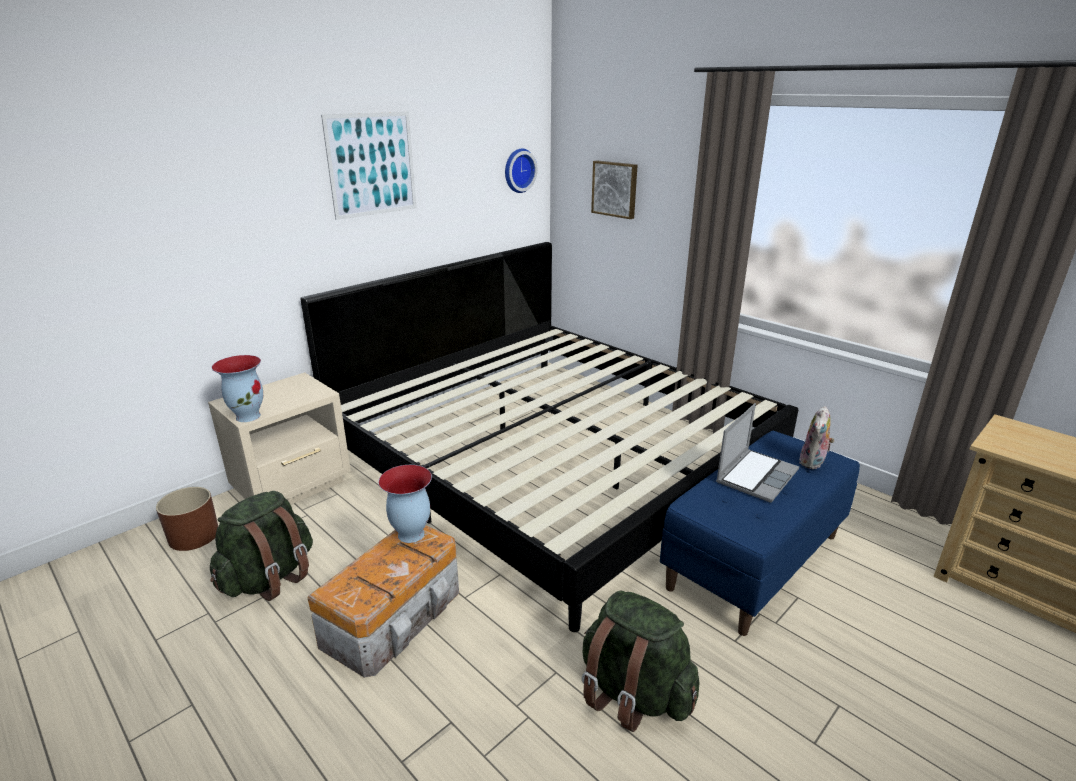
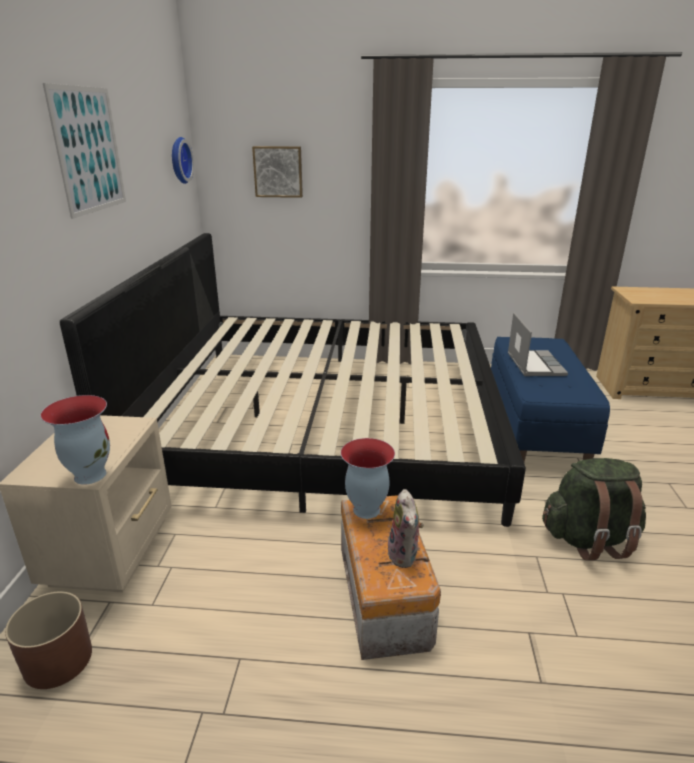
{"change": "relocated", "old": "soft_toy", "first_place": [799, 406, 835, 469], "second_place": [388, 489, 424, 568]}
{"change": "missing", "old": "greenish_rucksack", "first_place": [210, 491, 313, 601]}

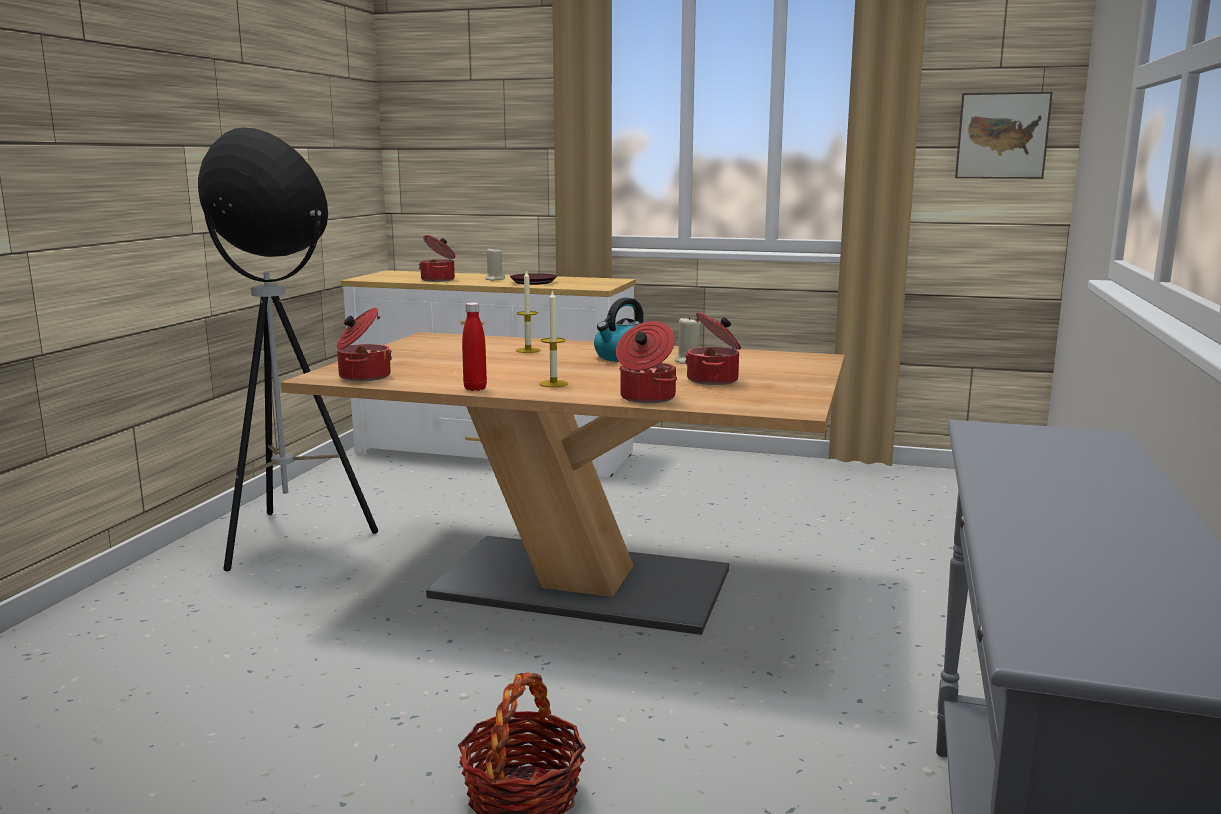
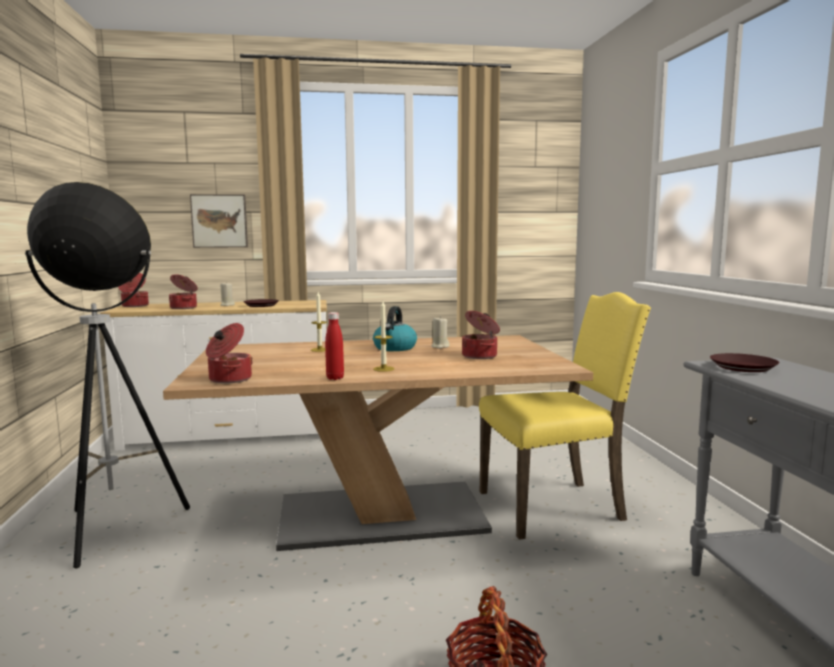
{"change": "relocated", "old": "picture", "first_place": [955, 91, 1053, 179], "second_place": [190, 194, 248, 248]}
{"change": "relocated", "old": "cooking_pot", "first_place": [616, 321, 677, 403], "second_place": [118, 273, 149, 307]}
{"change": "appeared", "new": "yellowish_chair", "second_place": [479, 292, 651, 540]}
{"change": "appeared", "new": "brownish_plate", "second_place": [710, 353, 779, 372]}

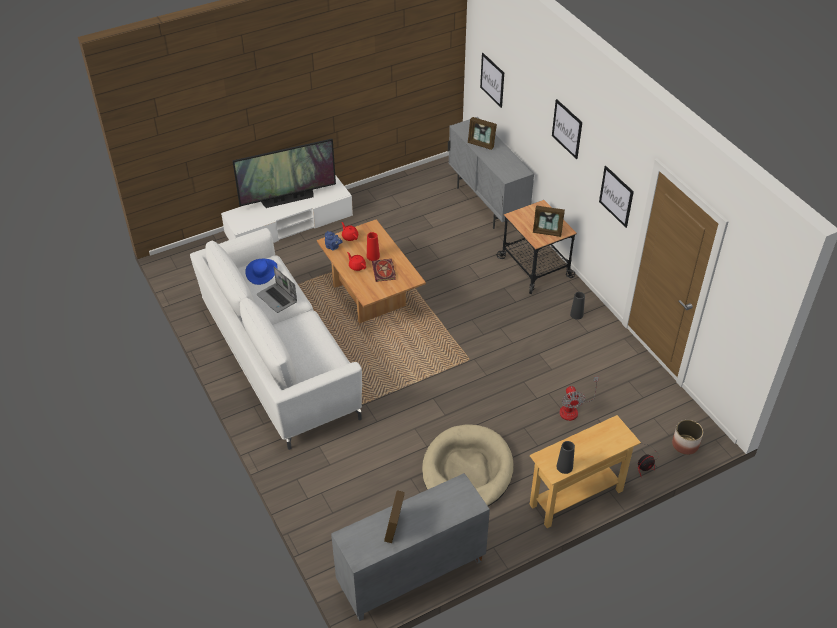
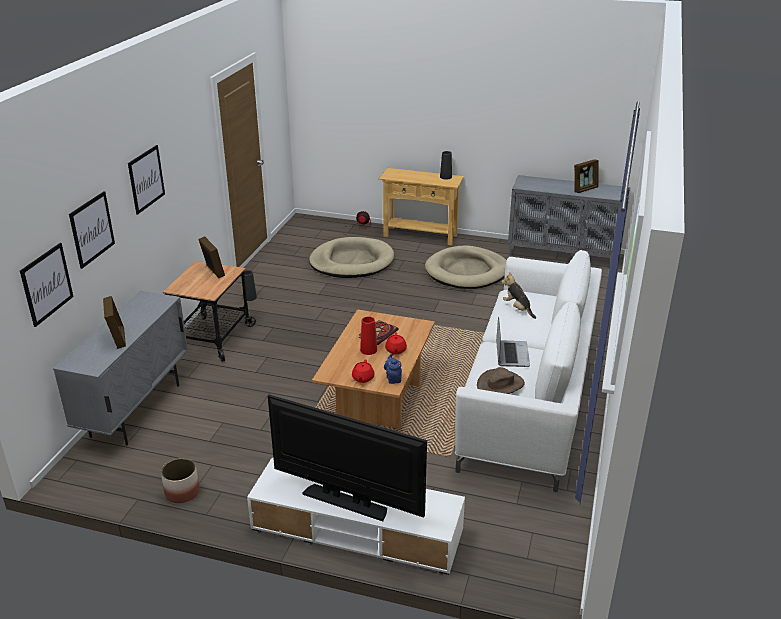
{"change": "relocated", "old": "picture", "first_place": [599, 166, 634, 228], "second_place": [69, 191, 115, 269]}
{"change": "colour", "old": "bluish_clothing_hat", "new": "brownish_clothing_hat", "first_place": [245, 259, 278, 285], "second_place": [477, 367, 525, 394]}
{"change": "exchanged", "old": "cooling_fan", "new": "sand-coloured_pet_bed", "first_place": [559, 376, 599, 421], "second_place": [309, 237, 394, 278]}
{"change": "relocated", "old": "flower_pot", "first_place": [672, 420, 703, 455], "second_place": [161, 458, 200, 503]}
{"change": "appeared", "new": "soft_toy", "second_place": [501, 272, 536, 319]}

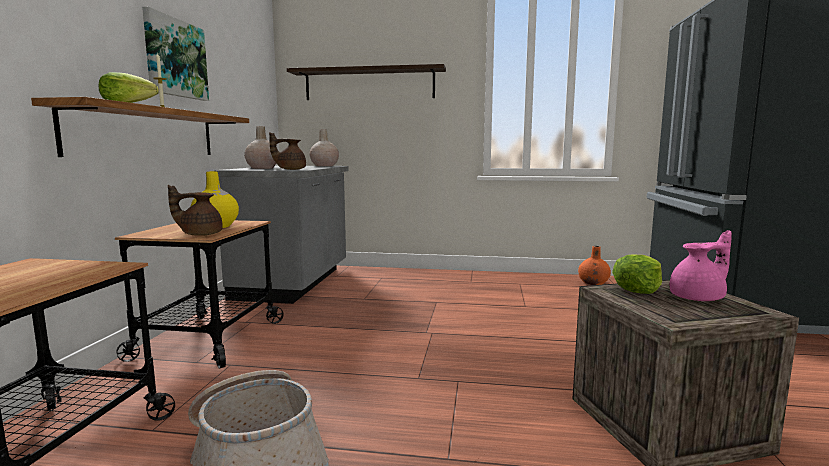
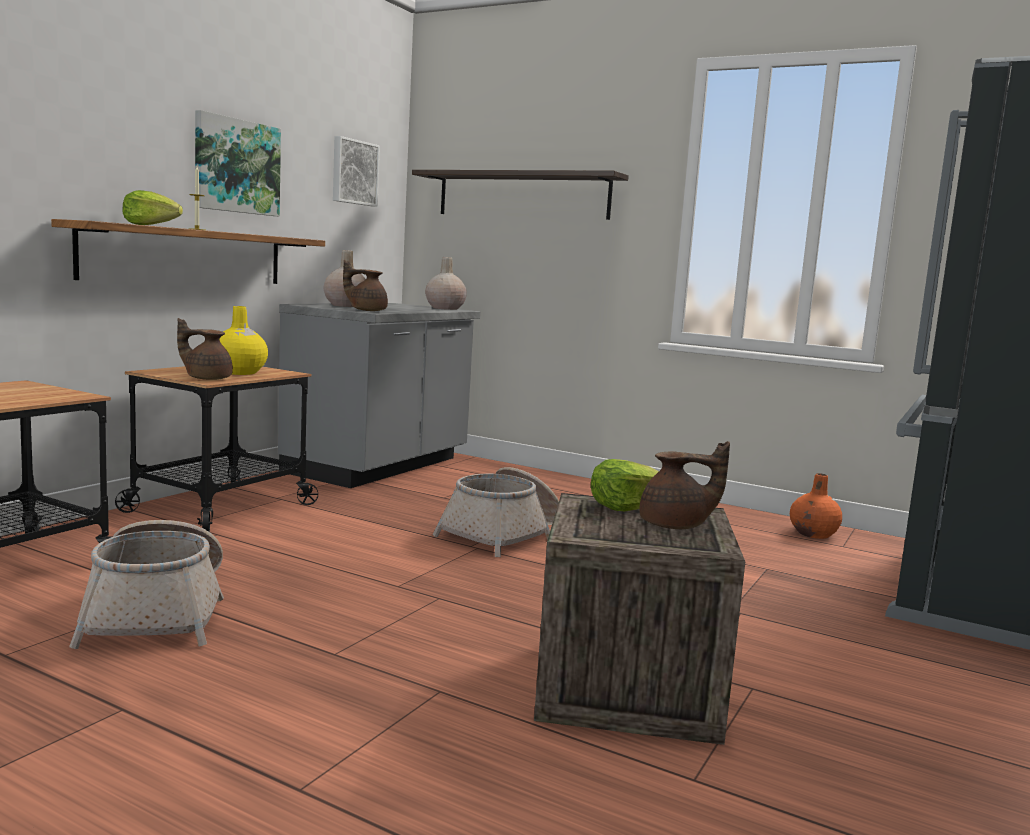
{"change": "colour", "old": "pink-coloured_tea_pot", "new": "brownish_tea_pot", "first_place": [670, 230, 732, 301], "second_place": [639, 441, 730, 529]}
{"change": "appeared", "new": "picture", "second_place": [333, 136, 380, 207]}
{"change": "appeared", "new": "household_basket", "second_place": [433, 467, 559, 557]}

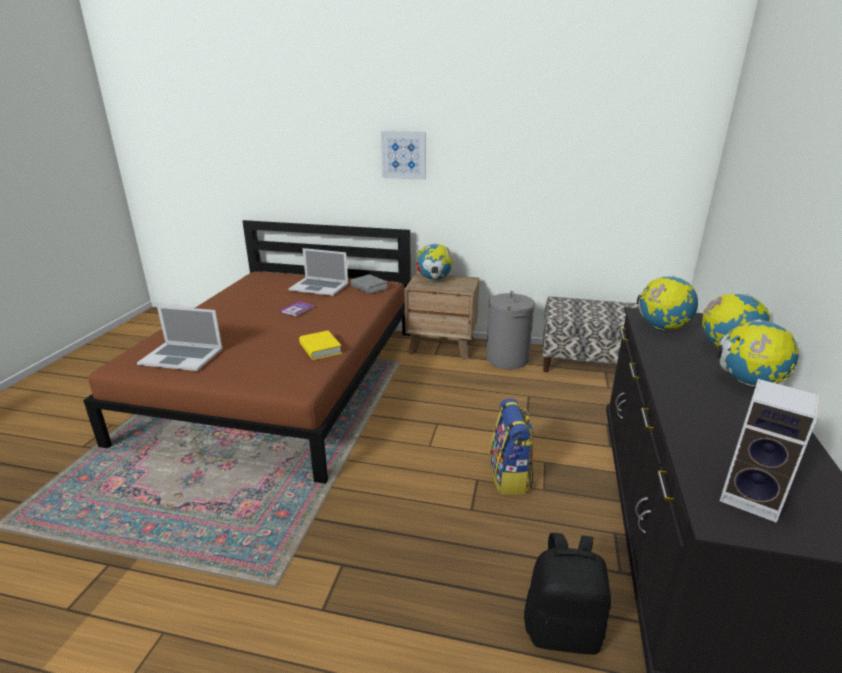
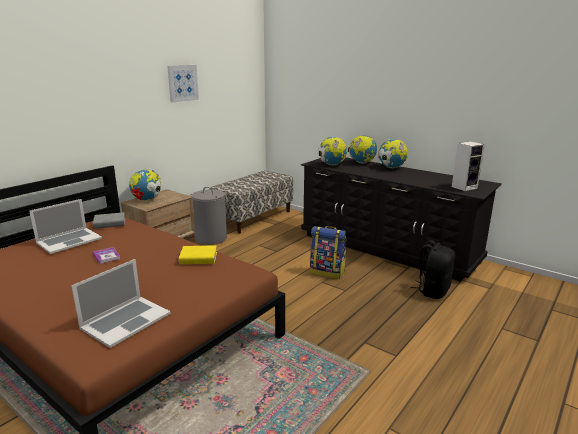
{"change": "relocated", "old": "picture", "first_place": [381, 131, 426, 180], "second_place": [167, 65, 199, 102]}

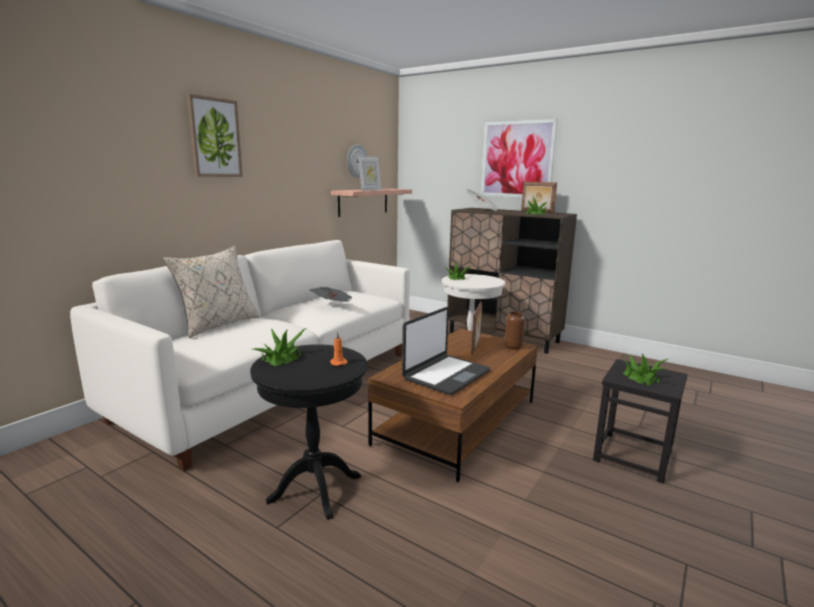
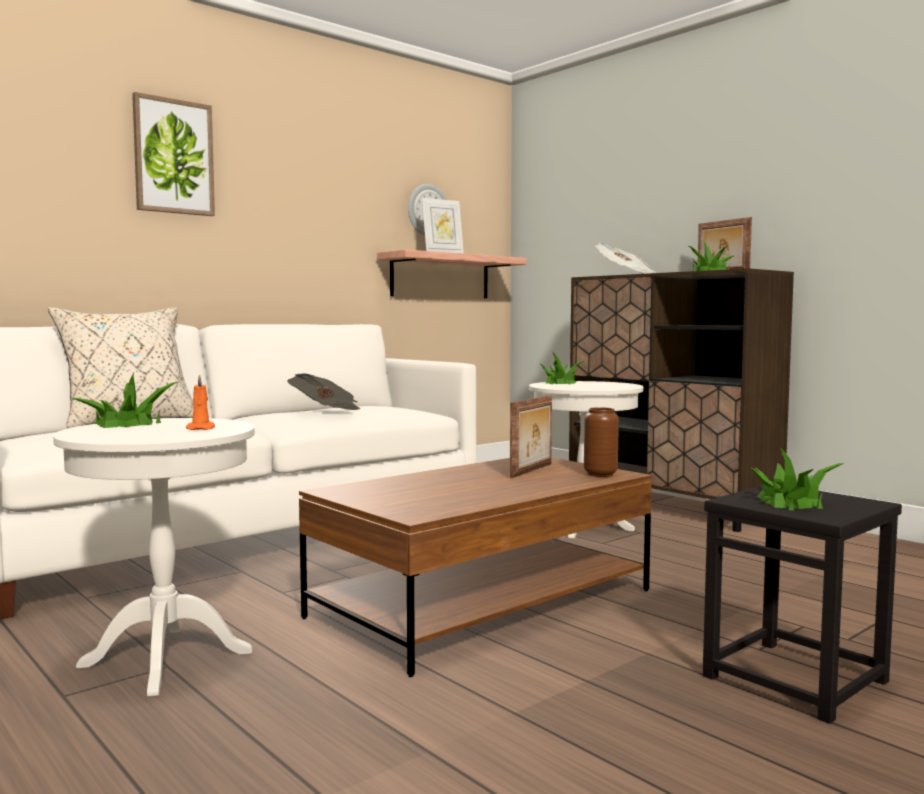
{"change": "missing", "old": "picture", "first_place": [481, 119, 557, 198]}
{"change": "missing", "old": "portable_computer", "first_place": [402, 307, 491, 395]}
{"change": "colour", "old": "blackish_end_table", "new": "white-coloured_end_table", "first_place": [250, 344, 367, 520], "second_place": [53, 418, 254, 697]}

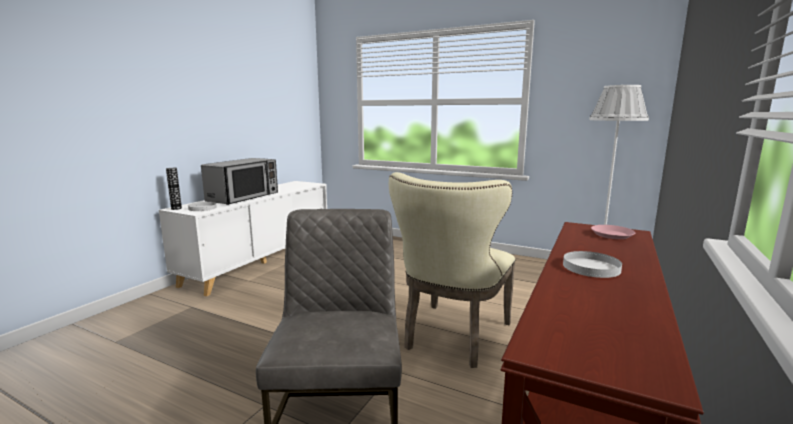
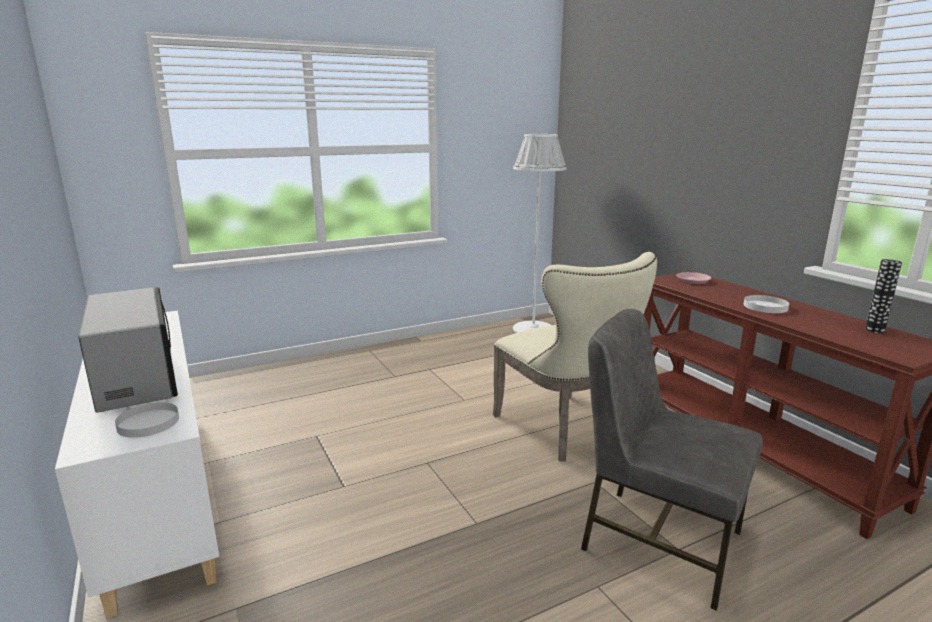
{"change": "relocated", "old": "vase", "first_place": [166, 168, 182, 210], "second_place": [865, 259, 902, 333]}

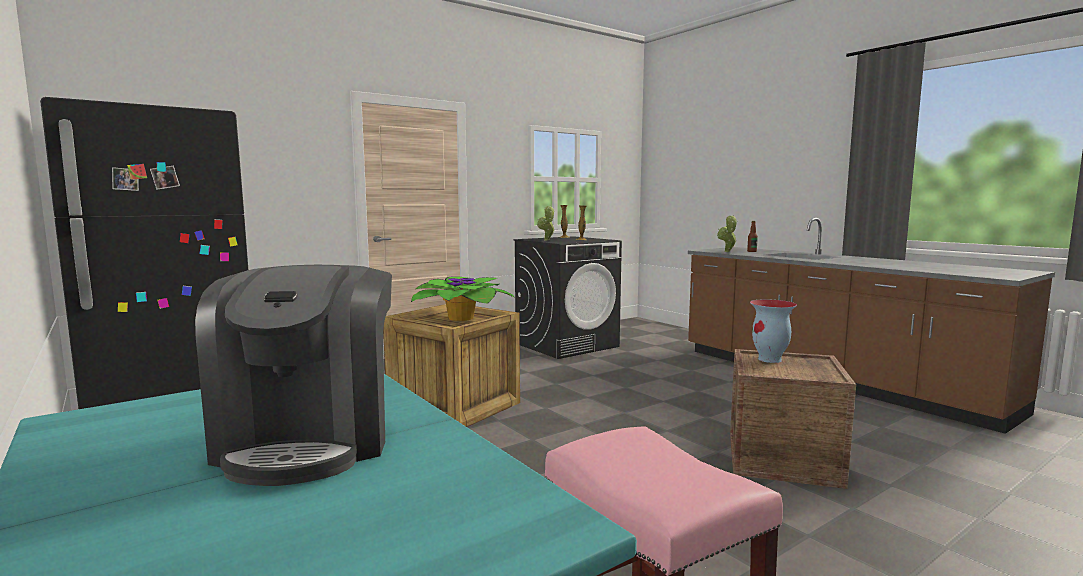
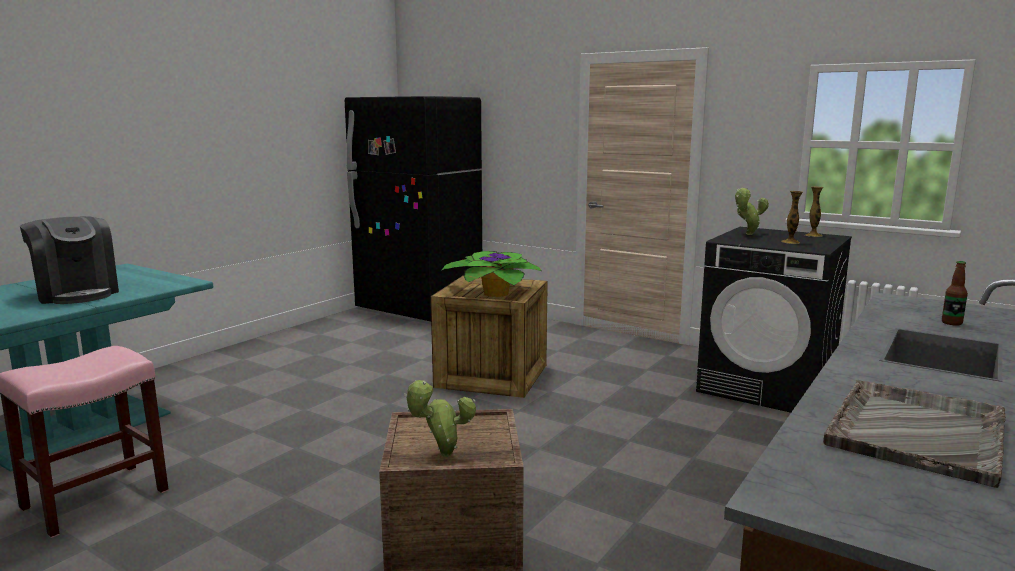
{"change": "relocated", "old": "potted_plant", "first_place": [717, 215, 737, 252], "second_place": [404, 380, 476, 457]}
{"change": "spun", "old": "coffee_brewer", "first_place": [195, 265, 392, 486], "second_place": [20, 216, 119, 304], "degrees": -105}
{"change": "missing", "old": "vase", "first_place": [750, 299, 797, 363]}
{"change": "appeared", "new": "greyish_tray", "second_place": [823, 380, 1006, 488]}

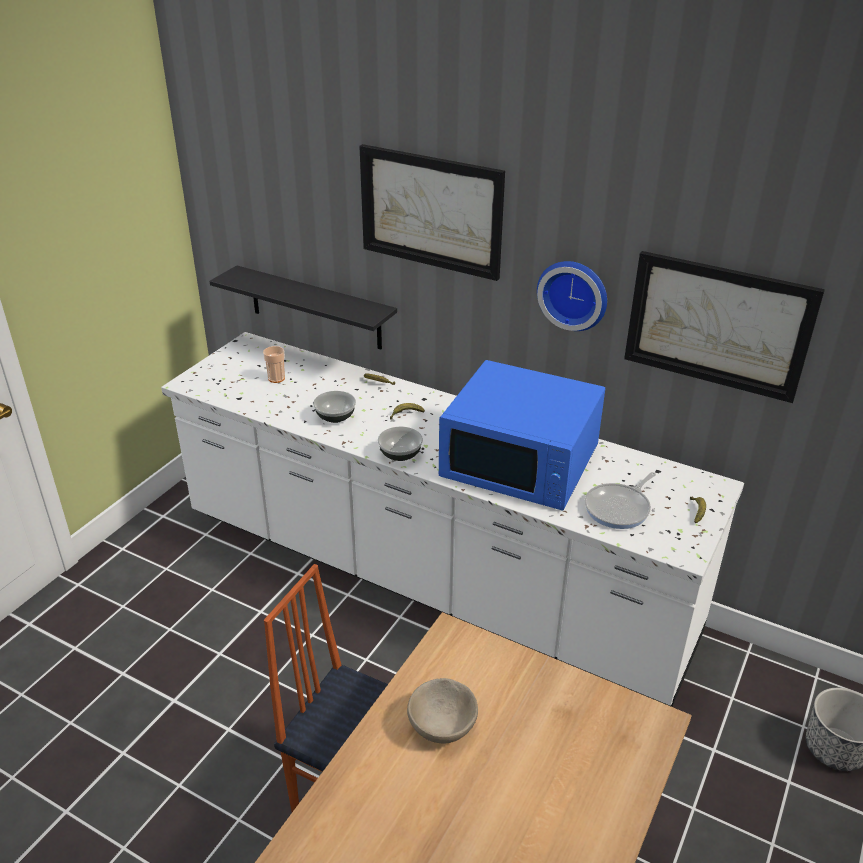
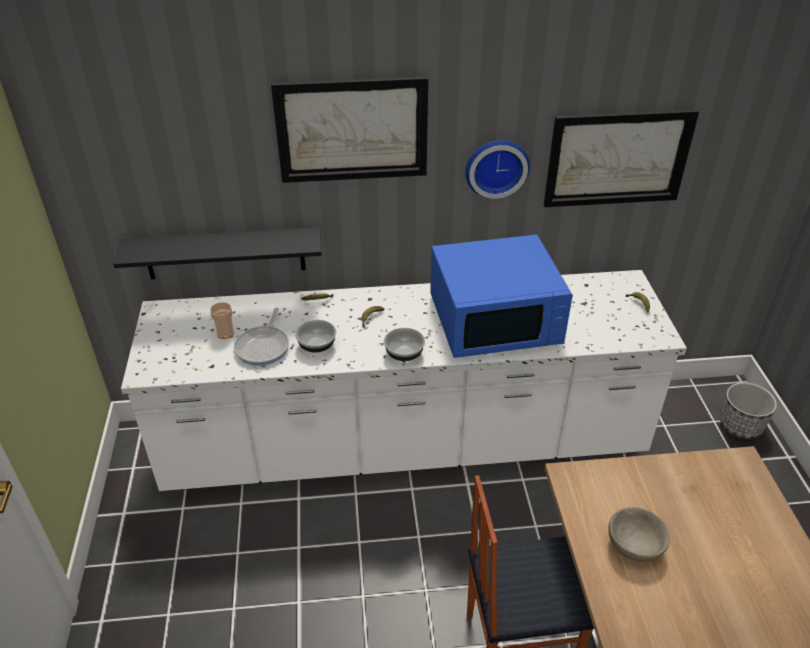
{"change": "relocated", "old": "frying_pan", "first_place": [585, 472, 656, 529], "second_place": [234, 308, 289, 366]}

